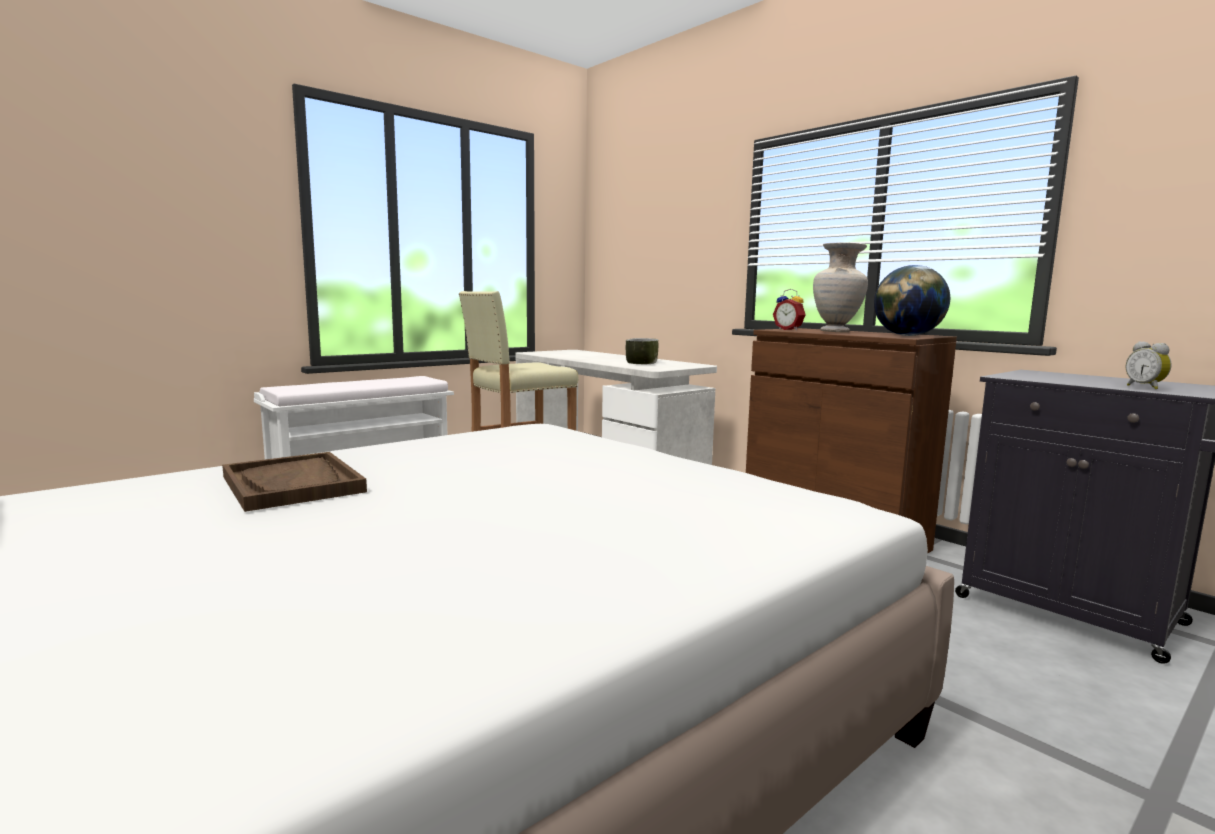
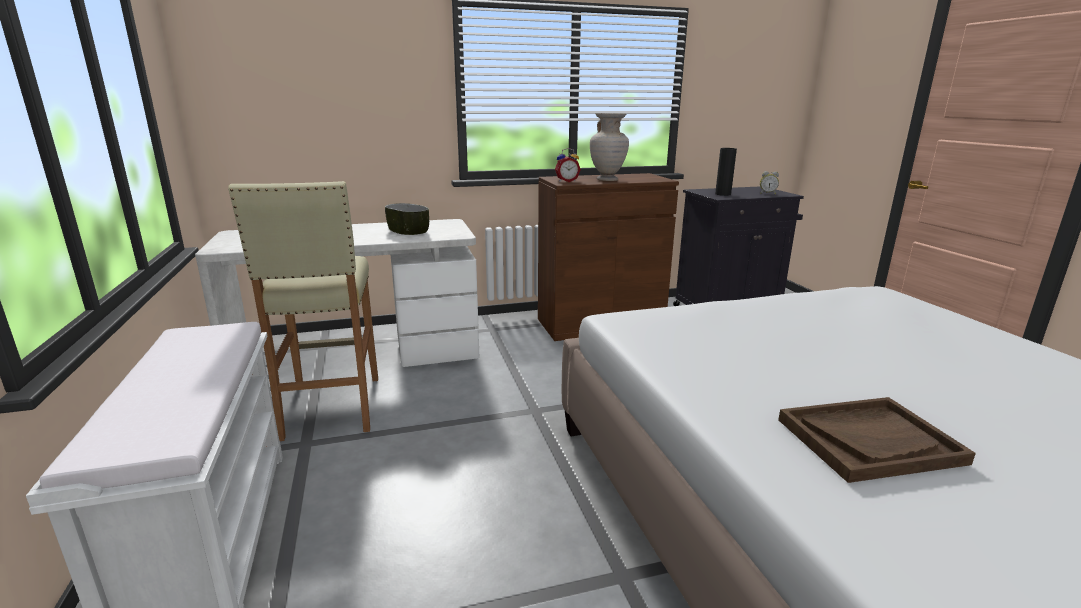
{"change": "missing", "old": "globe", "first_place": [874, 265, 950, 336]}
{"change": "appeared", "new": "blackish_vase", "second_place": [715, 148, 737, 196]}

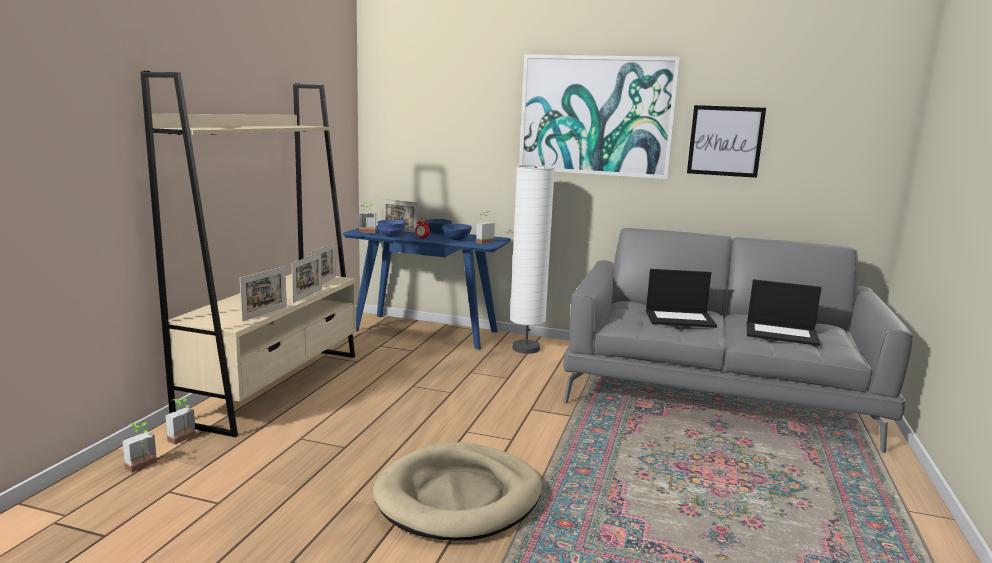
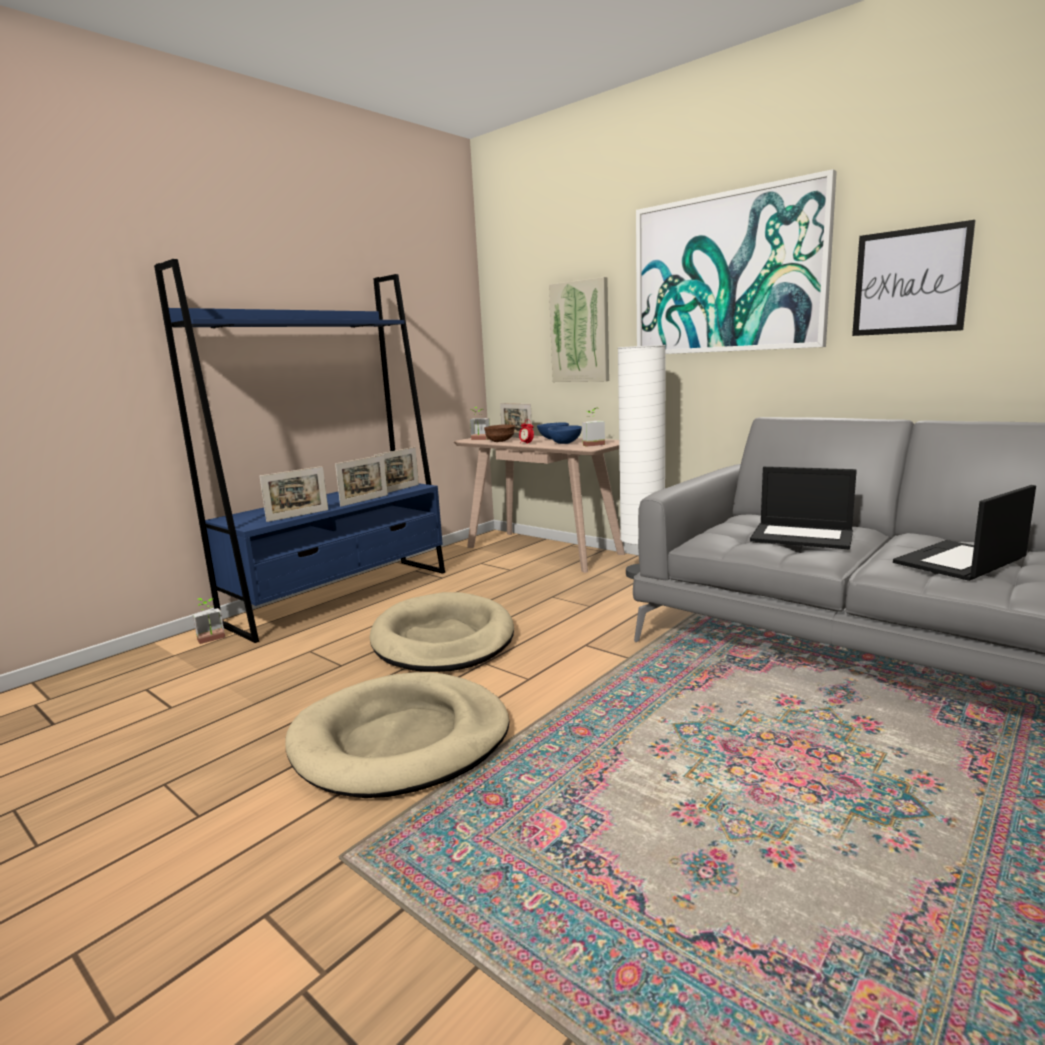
{"change": "colour", "old": "sand-coloured_bookcase", "new": "bluish_bookcase", "first_place": [140, 71, 356, 437], "second_place": [154, 259, 445, 643]}
{"change": "colour", "old": "bluish_bowl", "new": "brownish_bowl", "first_place": [377, 220, 406, 236], "second_place": [484, 424, 515, 442]}
{"change": "colour", "old": "bluish_console_table", "new": "sand-coloured_console_table", "first_place": [343, 225, 511, 350], "second_place": [454, 436, 625, 573]}
{"change": "spun", "old": "portable_computer", "first_place": [747, 279, 821, 346], "second_place": [893, 485, 1036, 581], "degrees": 105}
{"change": "missing", "old": "potted_plant", "first_place": [122, 422, 157, 473]}
{"change": "appeared", "new": "picture", "second_place": [549, 277, 609, 382]}
{"change": "appeared", "new": "sand-coloured_pet_bed", "second_place": [369, 592, 514, 672]}

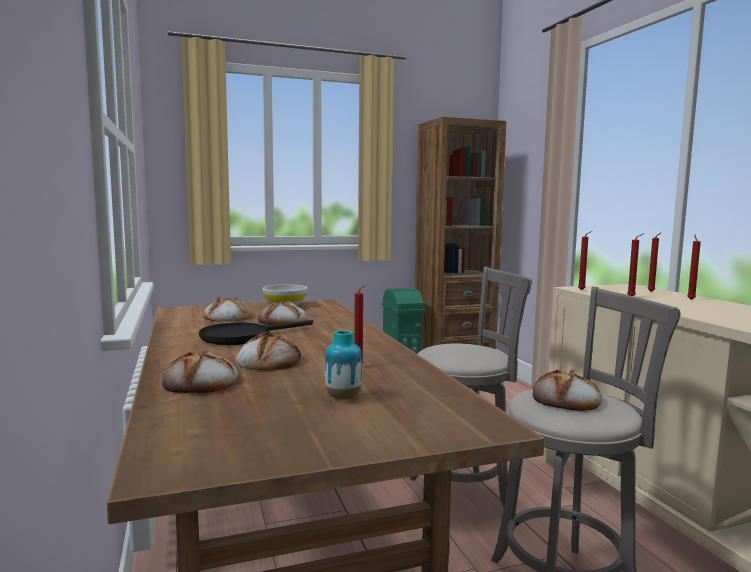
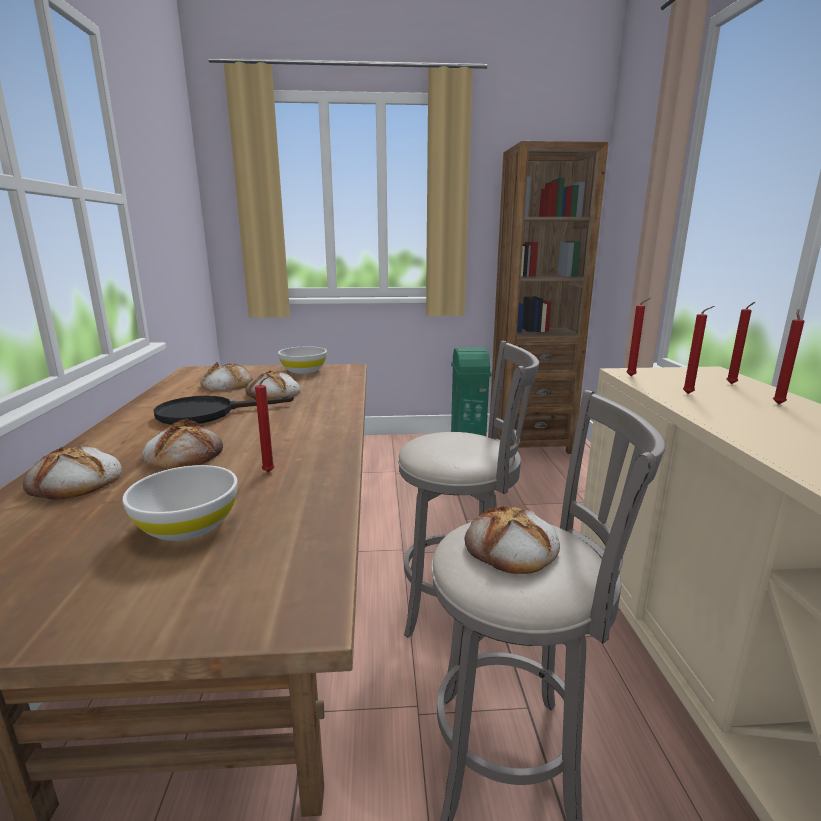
{"change": "exchanged", "old": "vase", "new": "white-coloured_bowl", "first_place": [325, 330, 362, 399], "second_place": [122, 465, 238, 541]}

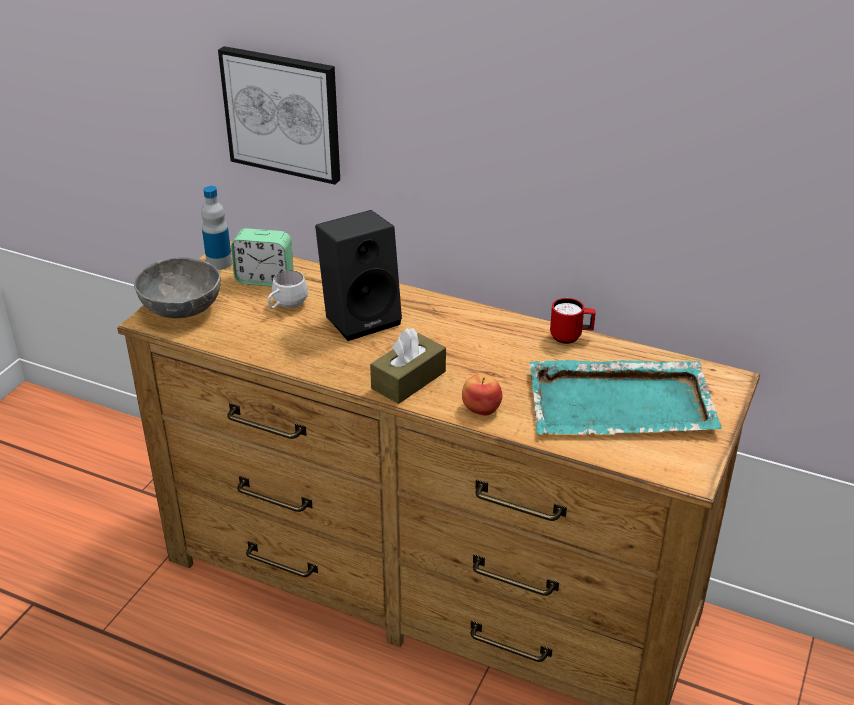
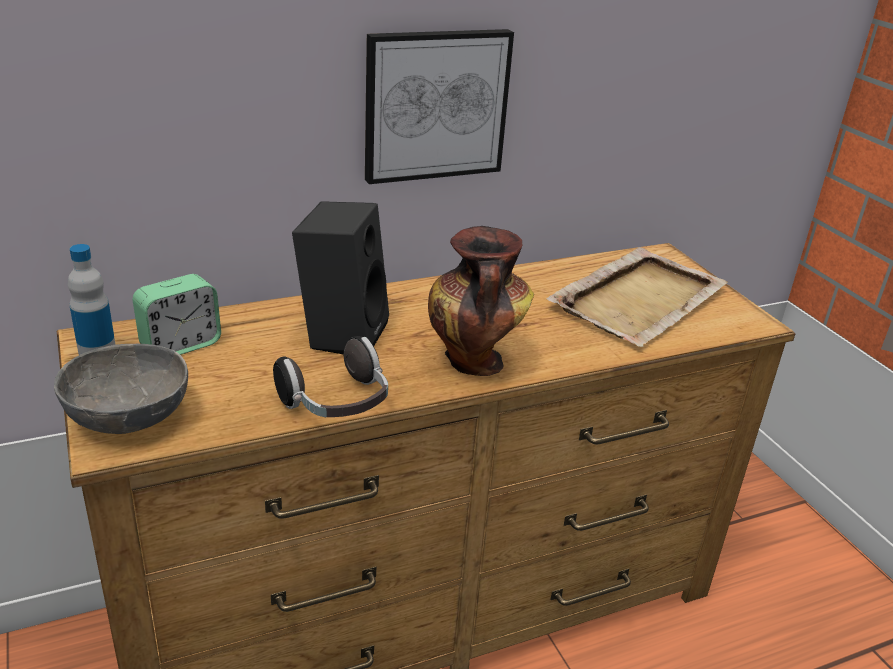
{"change": "relocated", "old": "picture", "first_place": [218, 46, 340, 185], "second_place": [365, 29, 514, 184]}
{"change": "missing", "old": "white-coloured_mug", "first_place": [267, 270, 308, 309]}
{"change": "missing", "old": "red_mug", "first_place": [550, 298, 596, 344]}
{"change": "exchanged", "old": "brownish_tissue_box", "new": "vase", "first_place": [370, 328, 446, 404], "second_place": [428, 226, 534, 376]}
{"change": "colour", "old": "turquoise-coloured_tray", "new": "sand-coloured_tray", "first_place": [529, 360, 722, 435], "second_place": [547, 247, 728, 347]}
{"change": "missing", "old": "apple_fruit", "first_place": [462, 374, 502, 415]}
{"change": "appeared", "new": "headset", "second_place": [273, 336, 388, 417]}

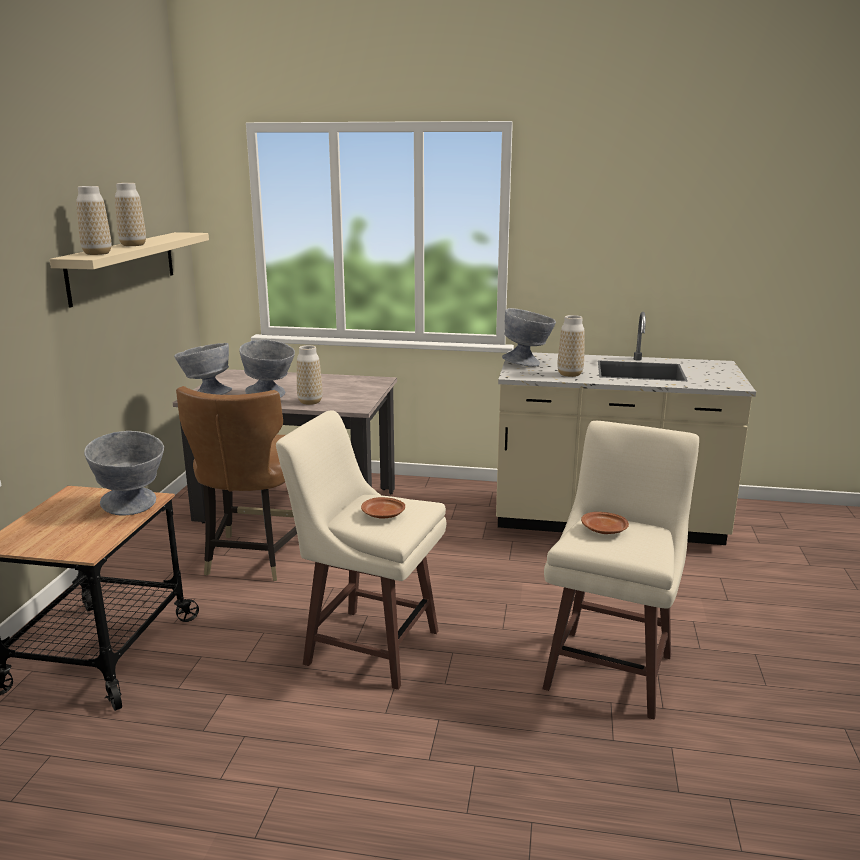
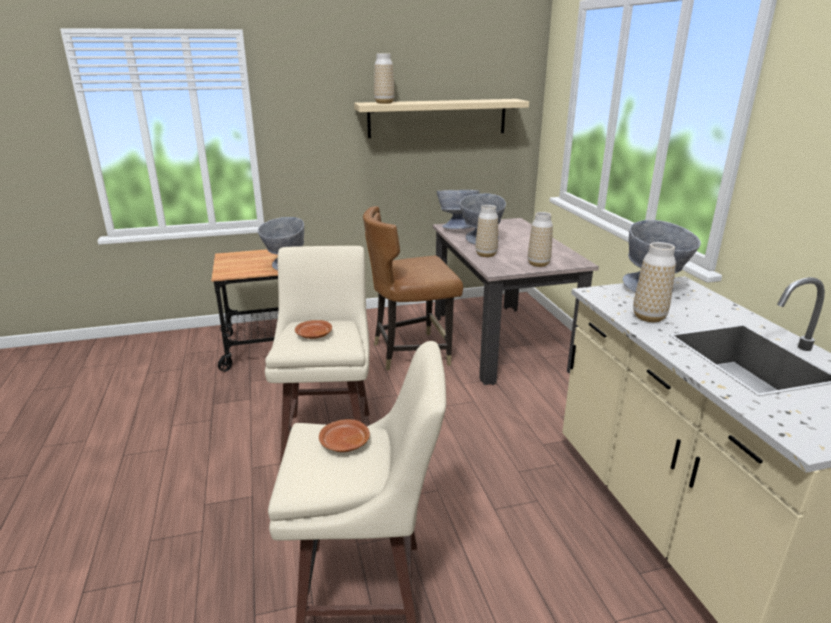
{"change": "relocated", "old": "vase", "first_place": [115, 183, 146, 246], "second_place": [528, 212, 553, 267]}

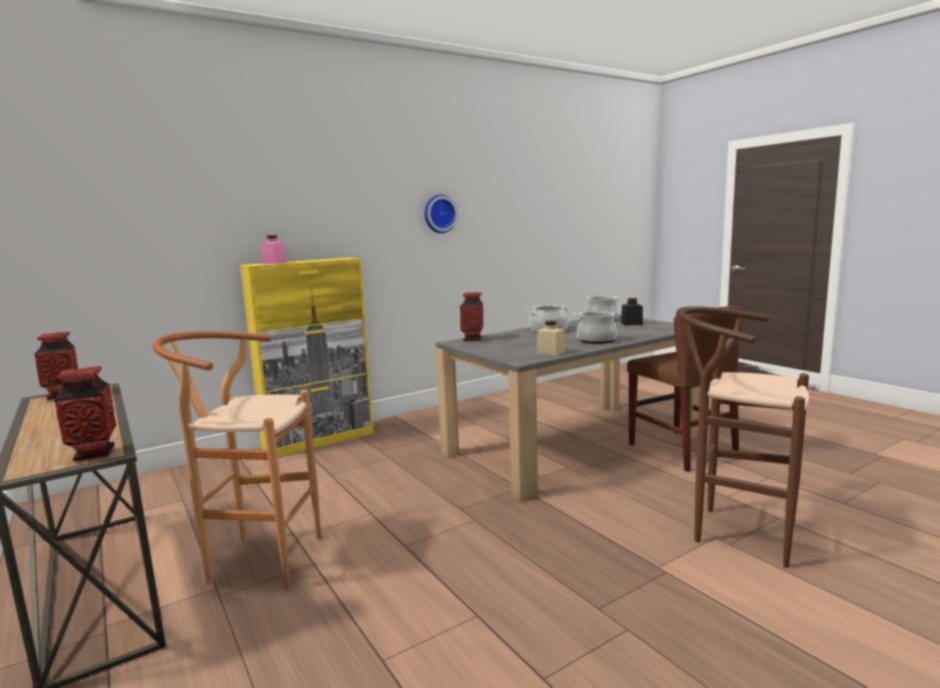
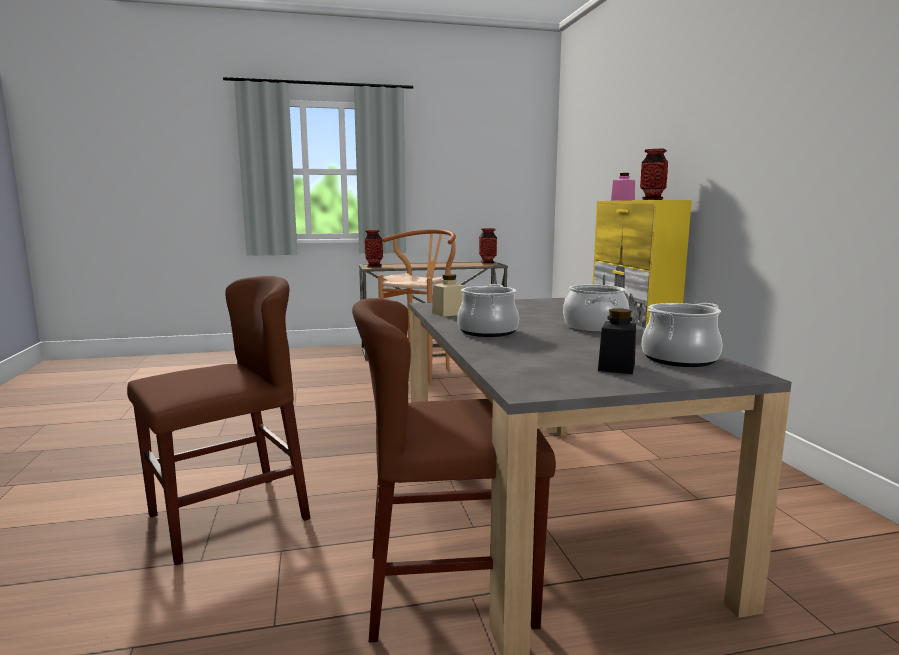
{"change": "missing", "old": "hanging_clock", "first_place": [424, 194, 458, 233]}
{"change": "relocated", "old": "vase", "first_place": [460, 292, 483, 341], "second_place": [640, 149, 668, 200]}
{"change": "exchanged", "old": "brownish_sitting_stool", "new": "brownish_chair", "first_place": [676, 306, 809, 568], "second_place": [127, 276, 311, 565]}

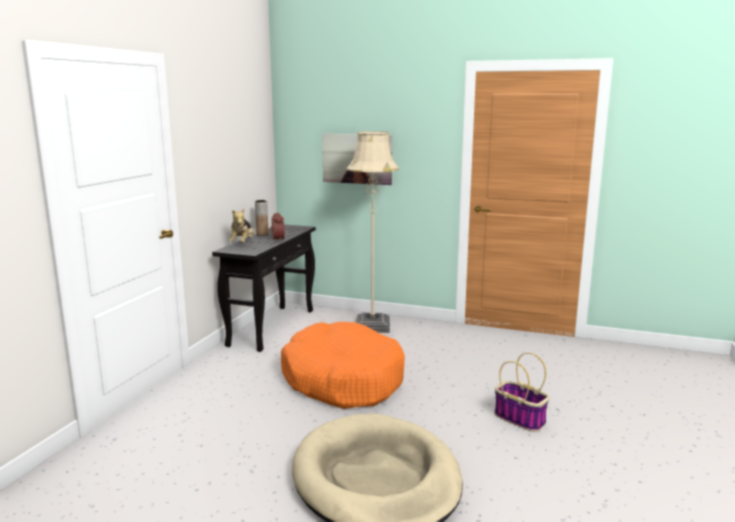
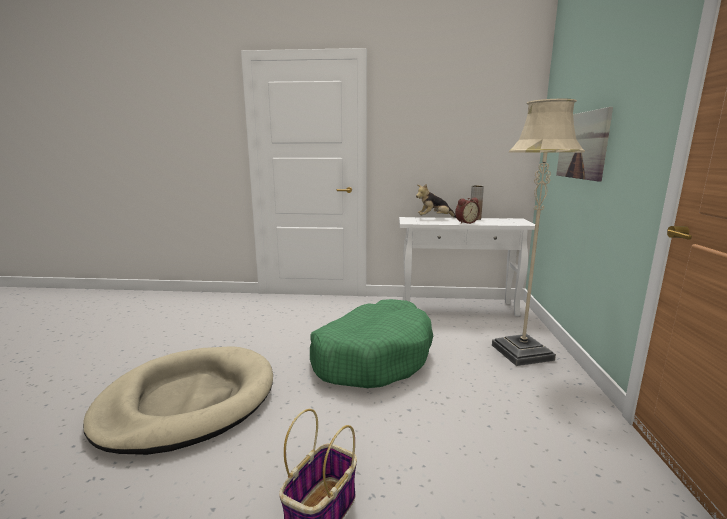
{"change": "colour", "old": "blackish_console_table", "new": "white-coloured_console_table", "first_place": [212, 225, 316, 352], "second_place": [399, 217, 535, 316]}
{"change": "colour", "old": "orangey_pet_bed", "new": "greenish_pet_bed", "first_place": [281, 322, 405, 409], "second_place": [310, 299, 433, 388]}

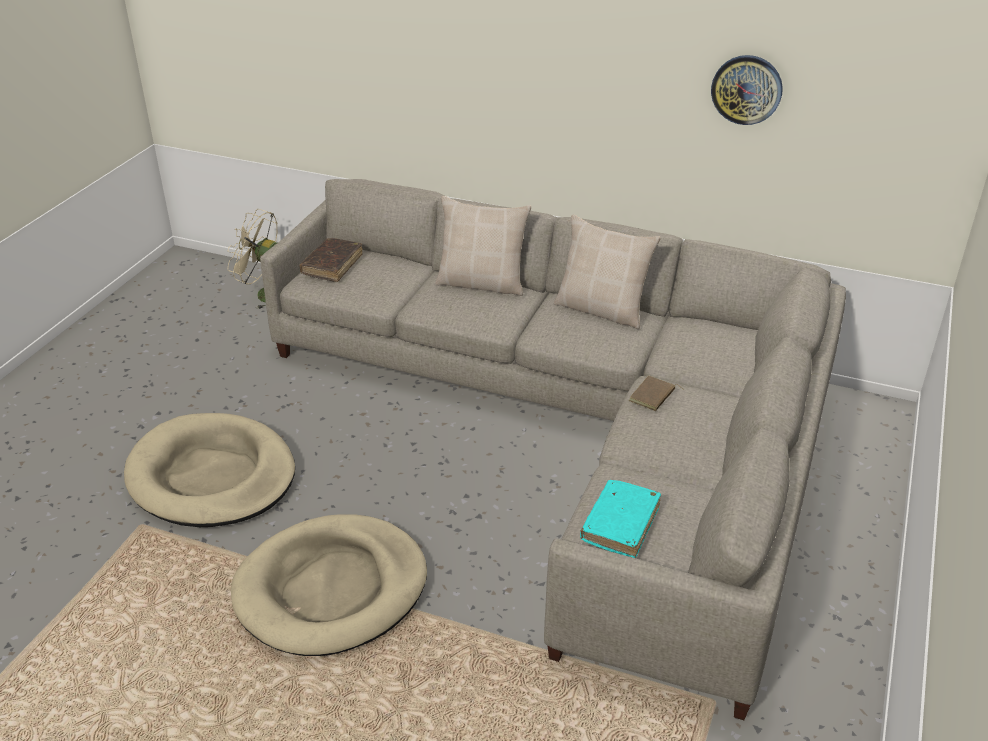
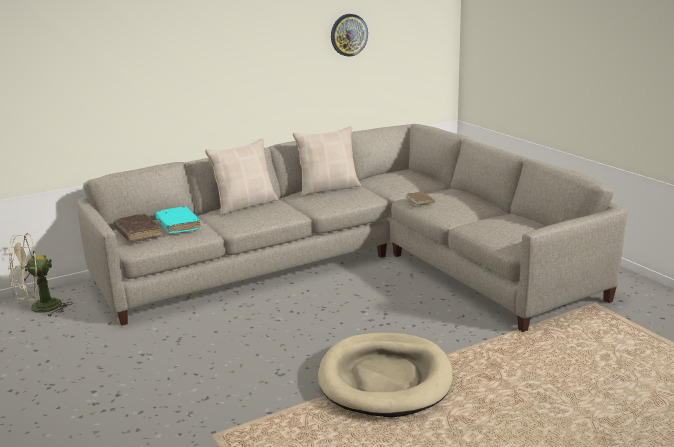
{"change": "missing", "old": "sand-coloured_pet_bed", "first_place": [124, 413, 295, 527]}
{"change": "relocated", "old": "turquoise-coloured_book", "first_place": [580, 480, 661, 558], "second_place": [156, 206, 201, 233]}

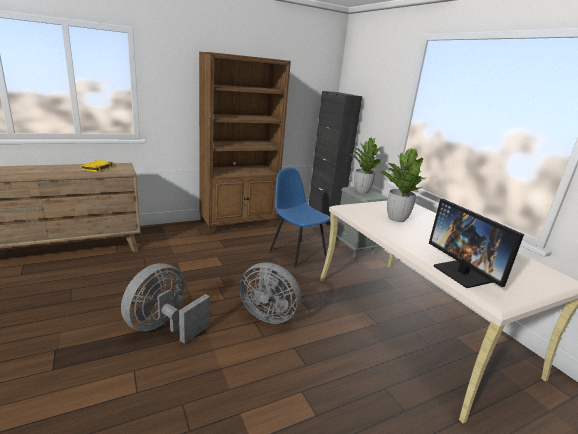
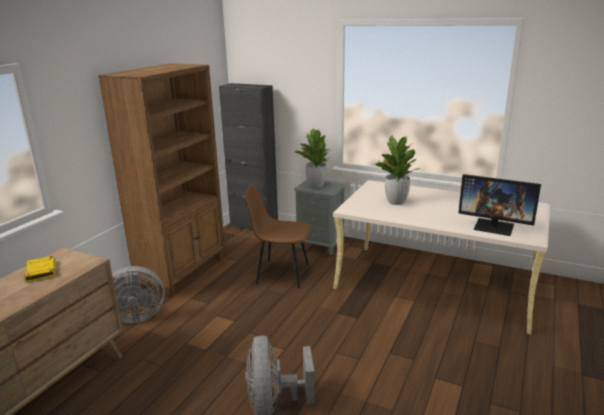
{"change": "colour", "old": "bluish_chair", "new": "brownish_chair", "first_place": [270, 168, 330, 267], "second_place": [245, 184, 311, 288]}
{"change": "relocated", "old": "greyish_cooling_fan", "first_place": [239, 262, 301, 324], "second_place": [112, 266, 165, 323]}

